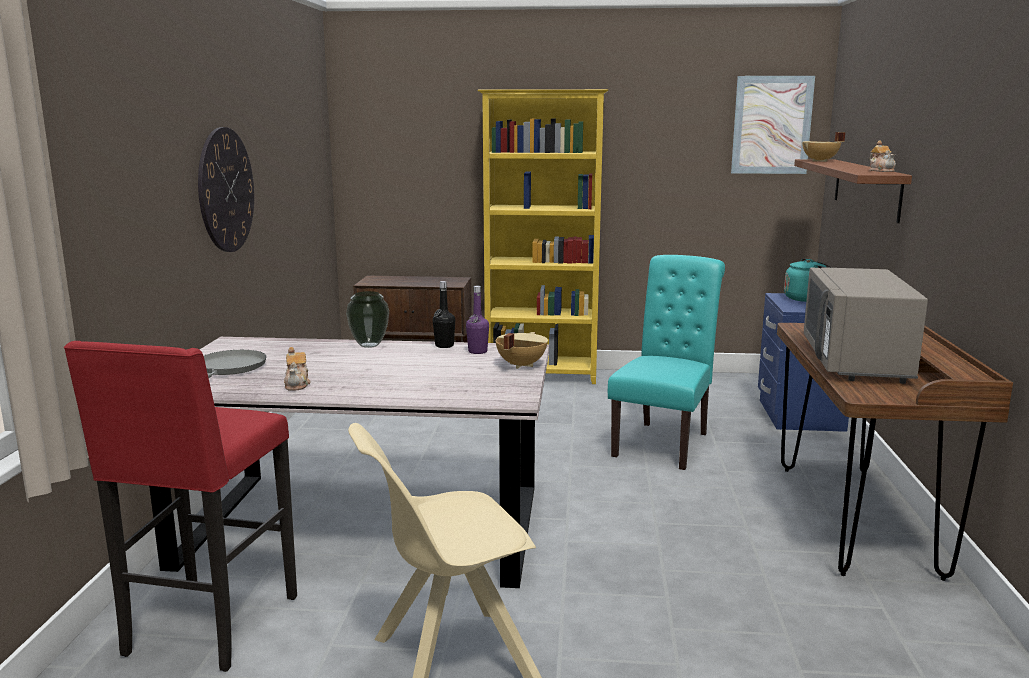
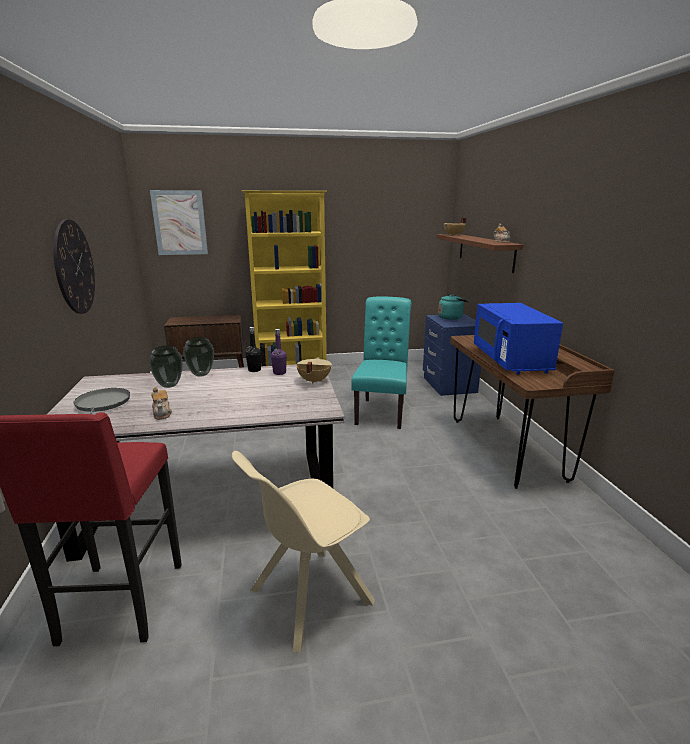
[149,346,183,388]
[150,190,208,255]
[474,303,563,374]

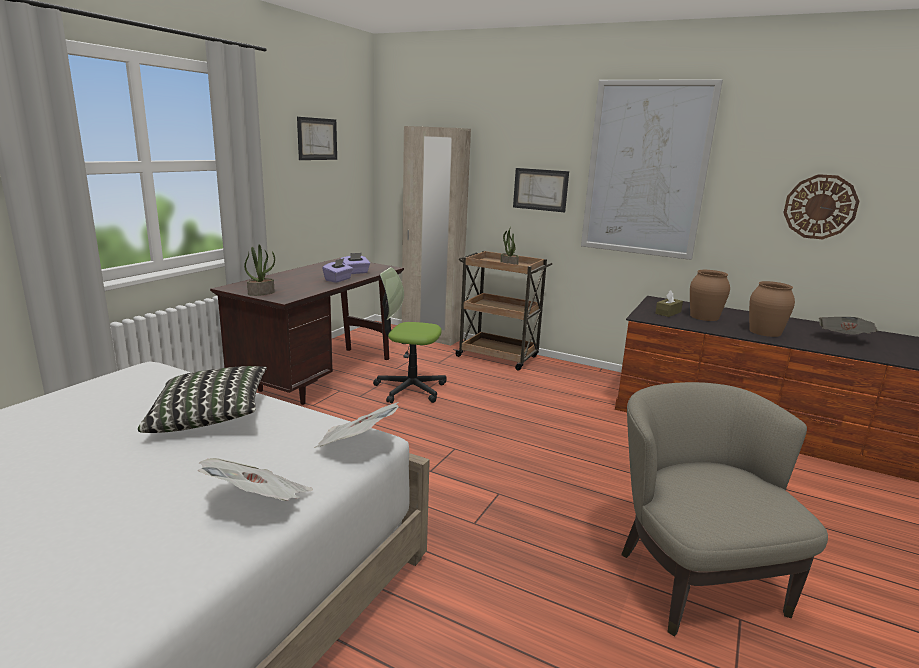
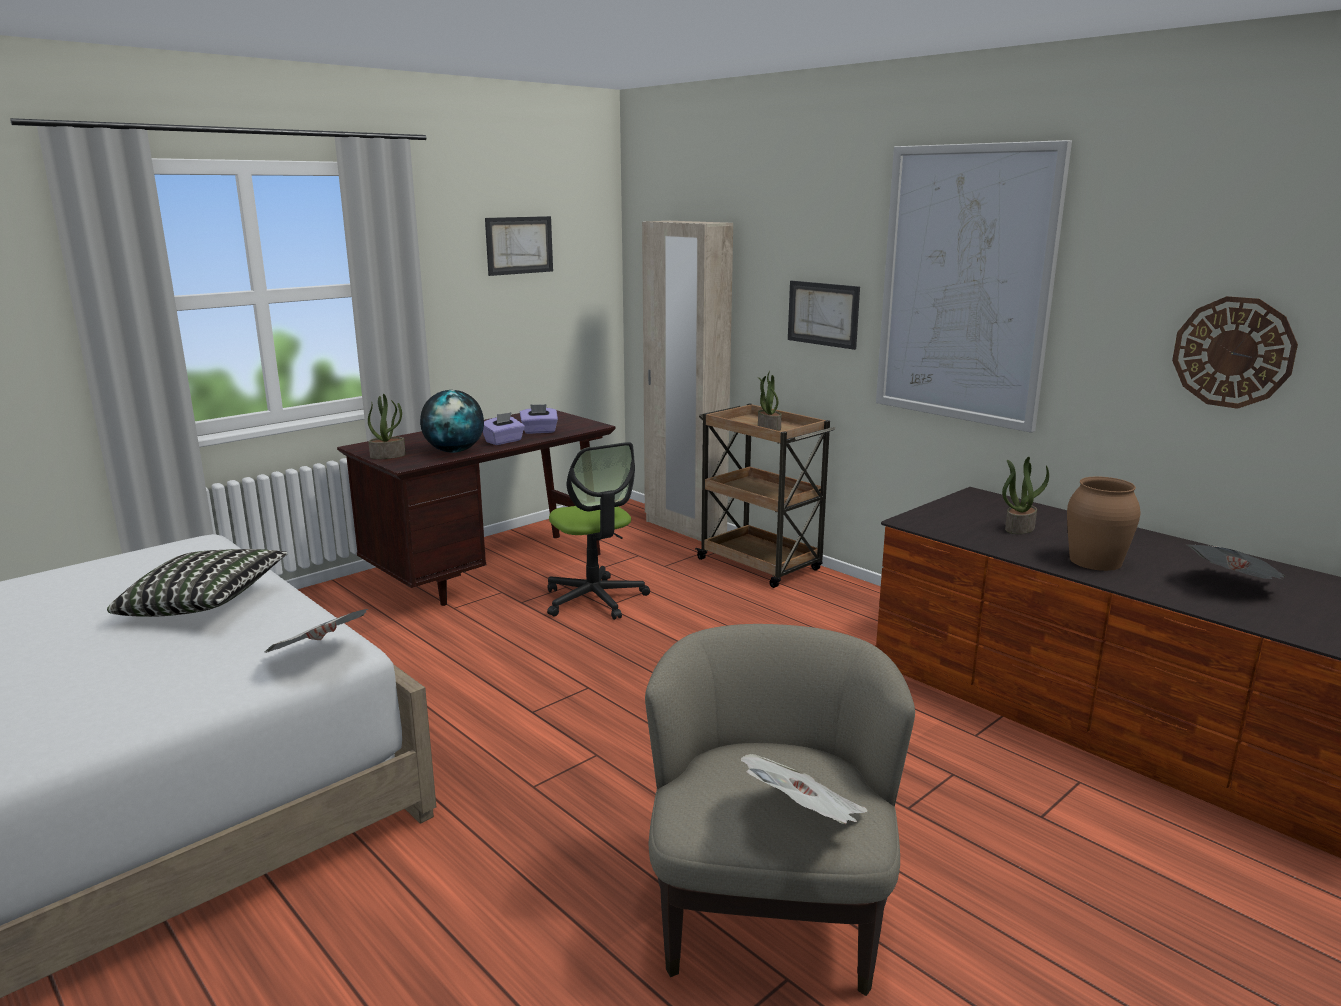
[655,290,683,317] (first image)
[420,390,484,453]
[741,754,868,824]
[1002,457,1049,534]
[547,442,650,620]

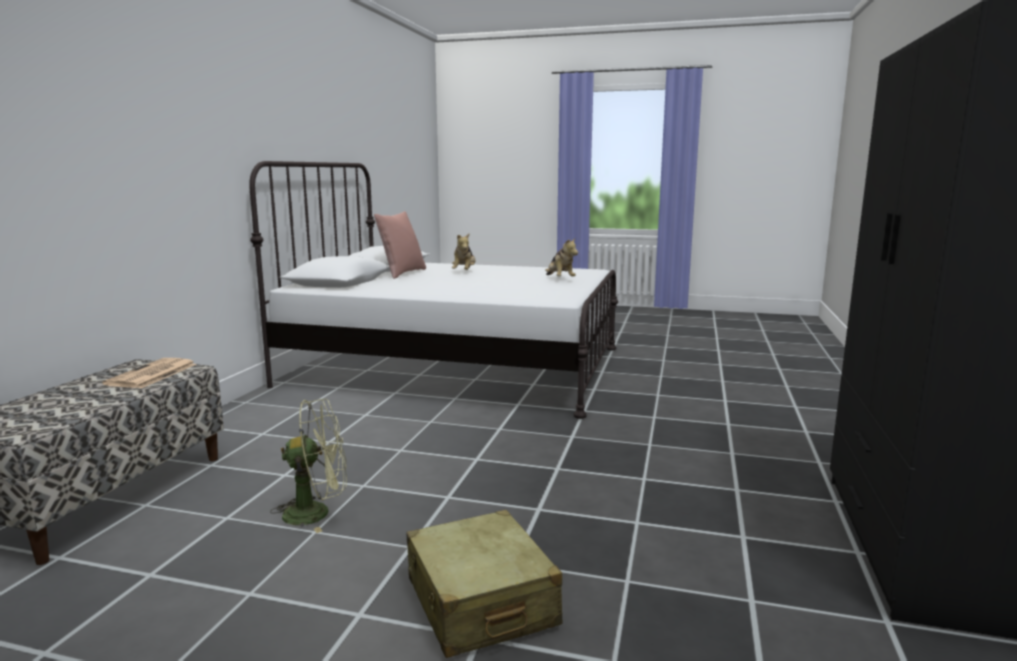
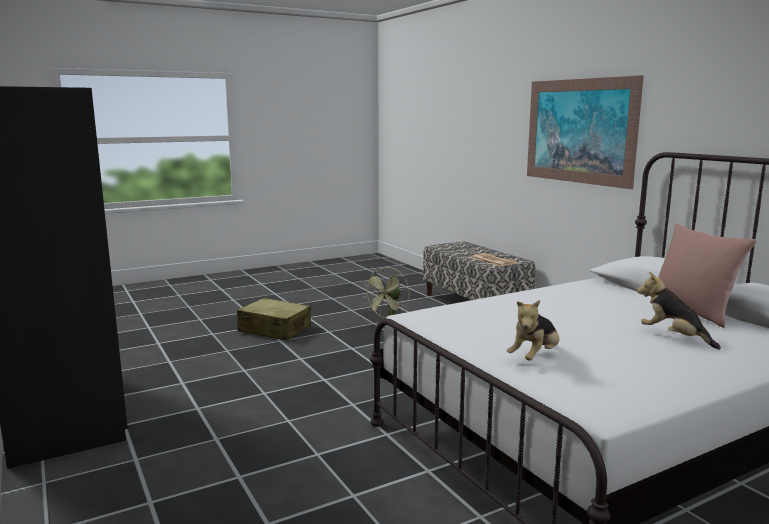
[527,75,644,189]
[507,300,559,361]

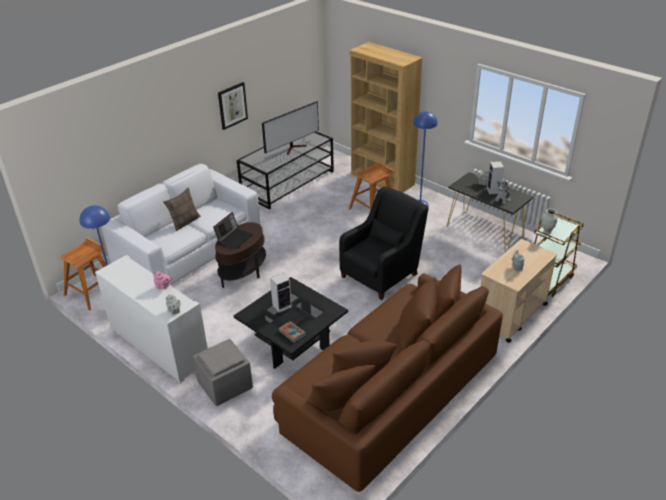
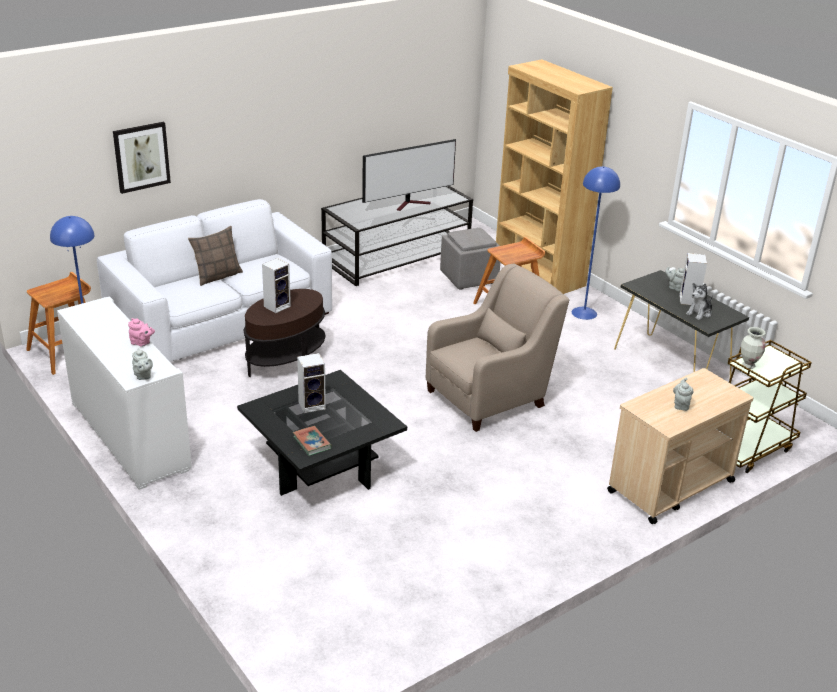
[272,264,503,492] (first image)
[440,228,500,290]
[113,122,171,194]
[262,258,291,313]
[426,264,569,432]

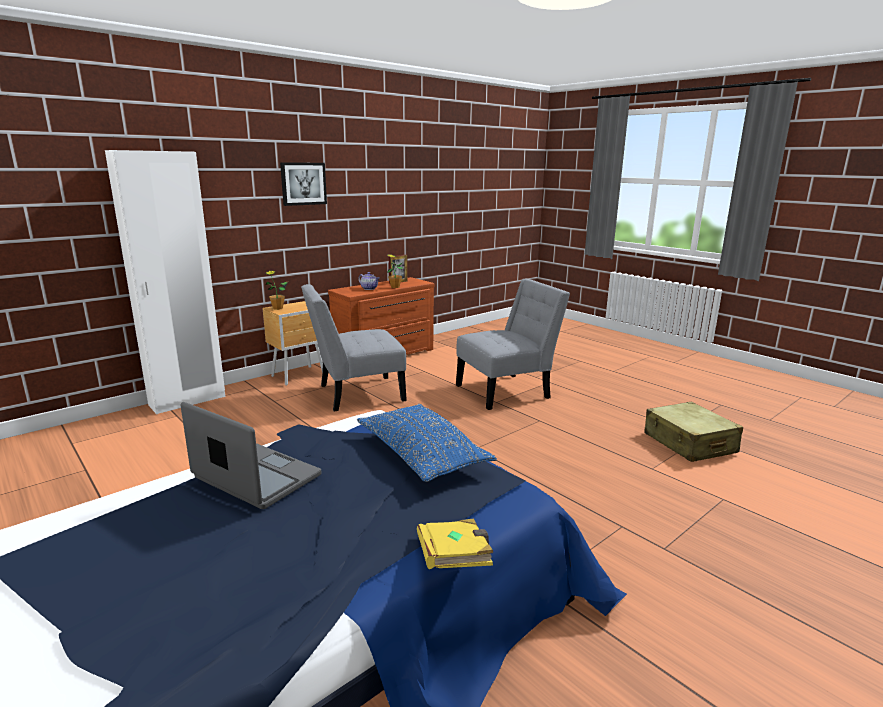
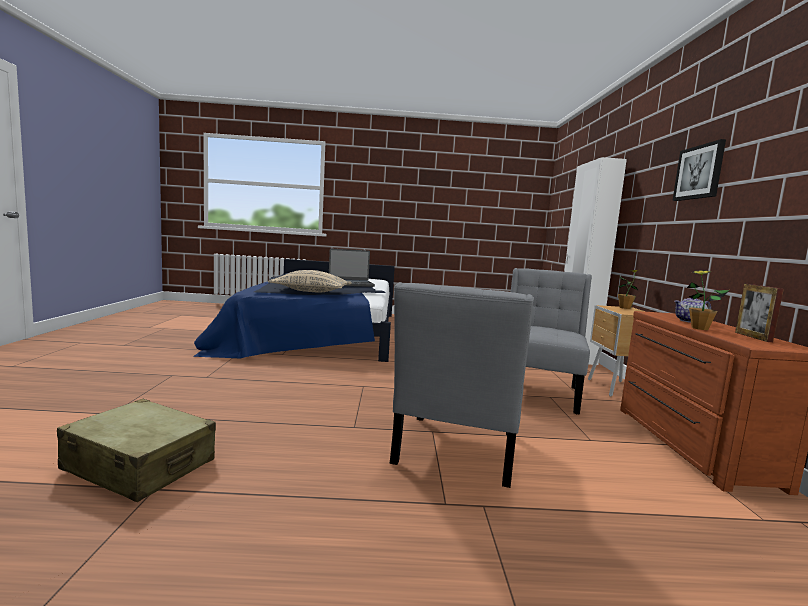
[417,519,493,569] (first image)
[268,270,352,293]

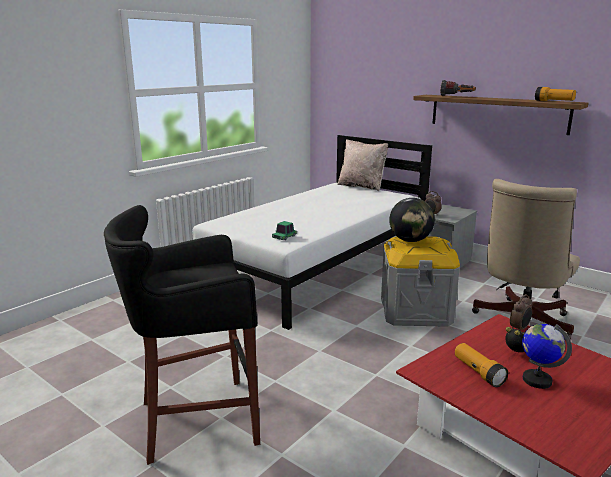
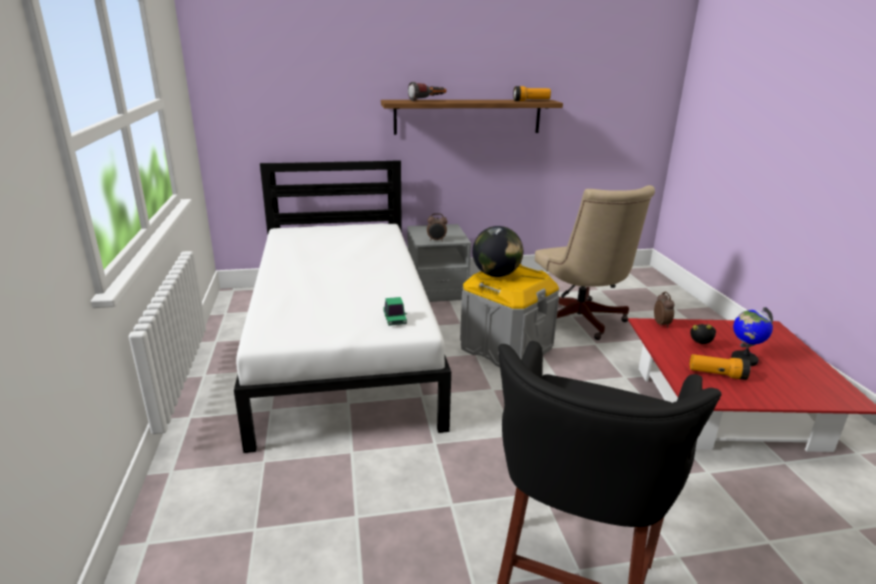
[338,139,388,191] (first image)

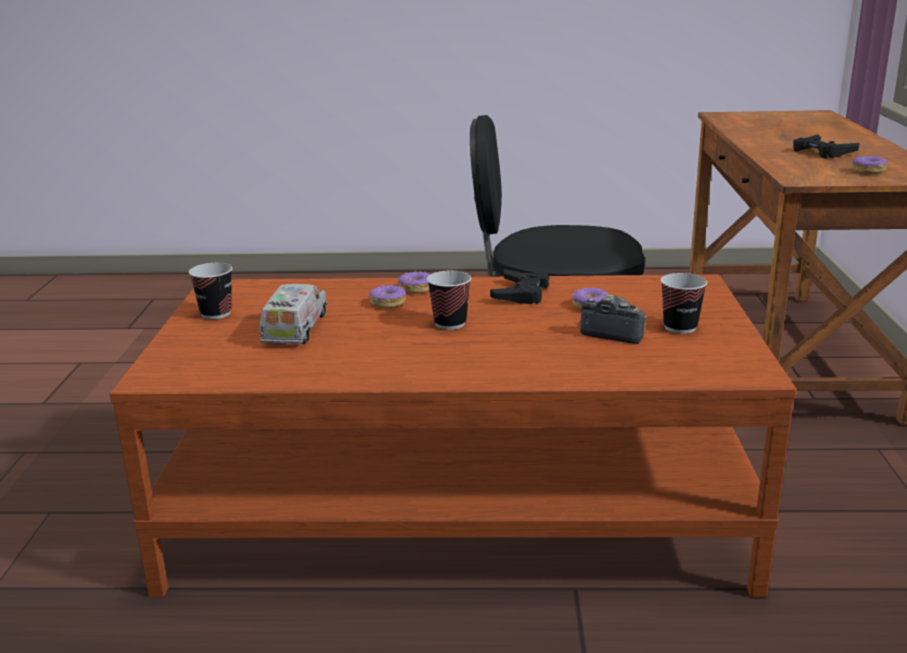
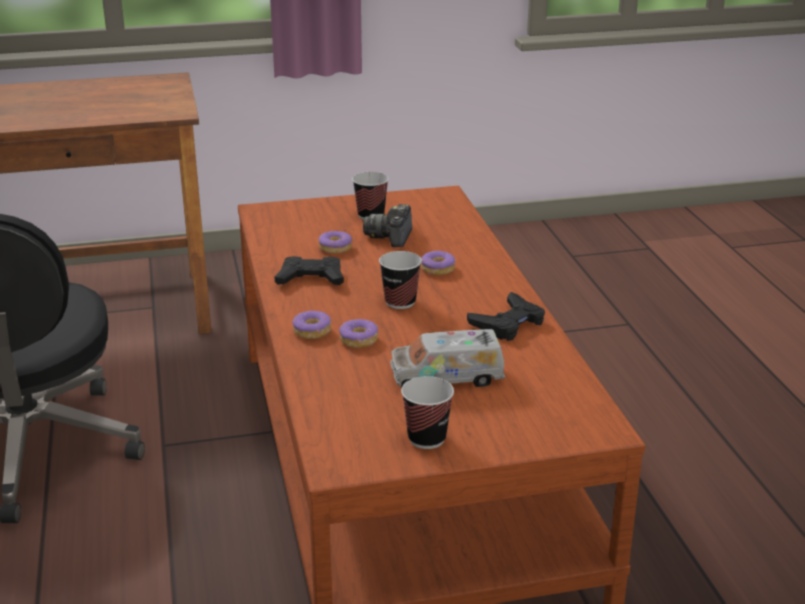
[467,292,545,341]
[421,251,455,275]

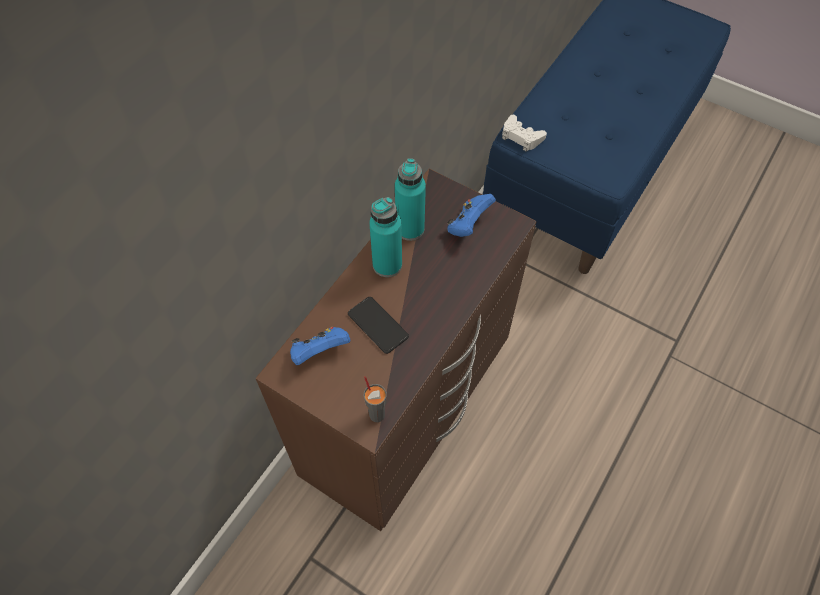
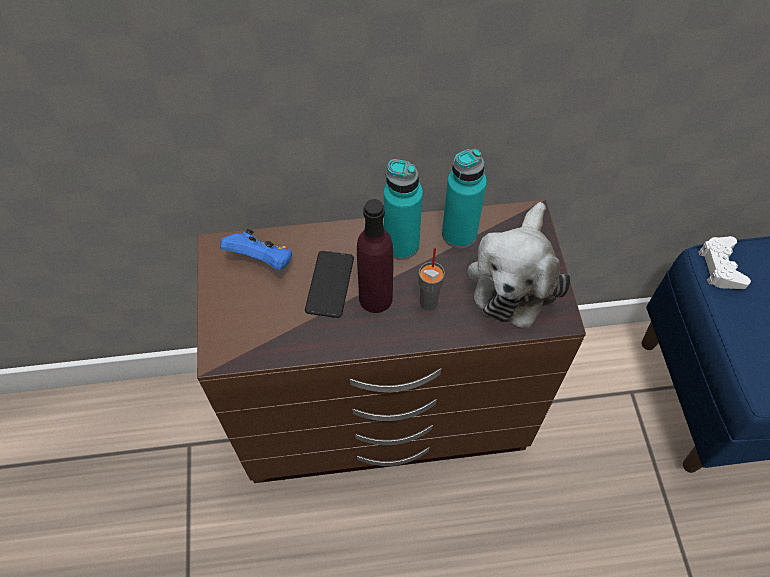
[357,199,394,313]
[419,248,445,311]
[467,202,571,329]

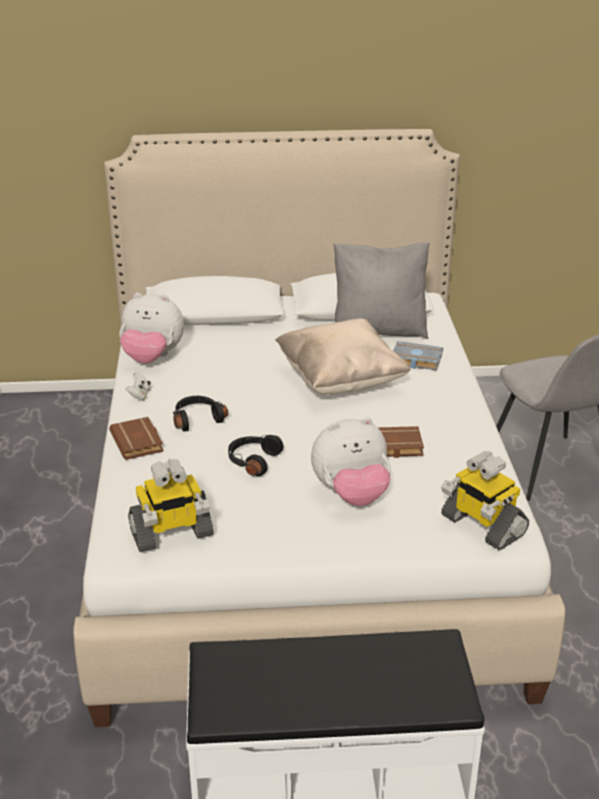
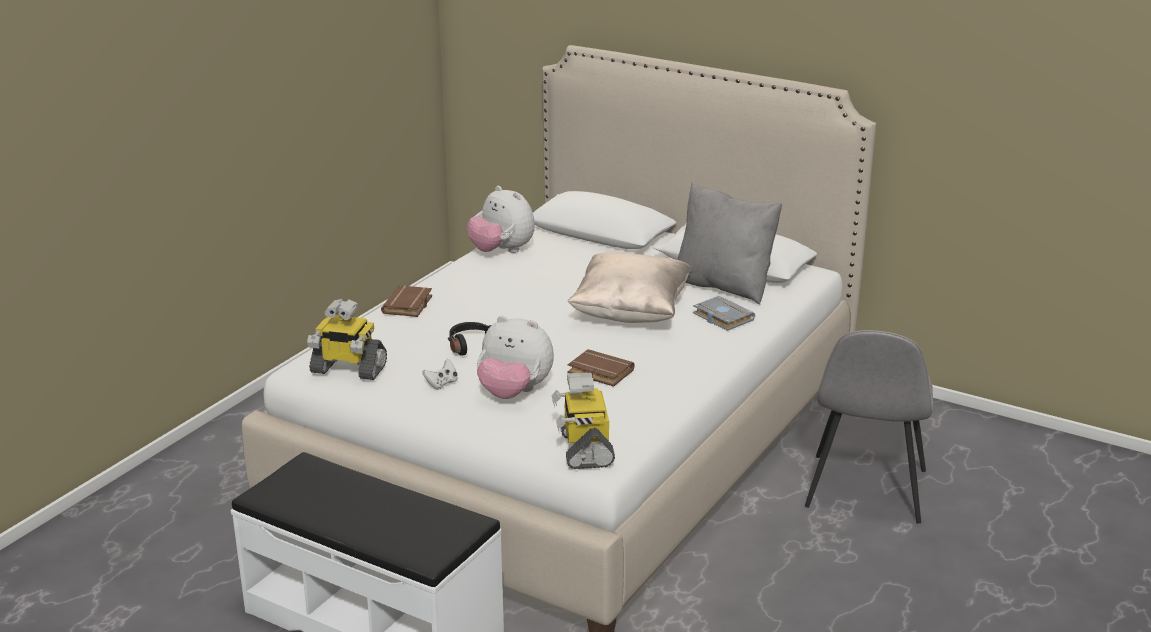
[173,396,228,431] (first image)
[422,358,458,390]

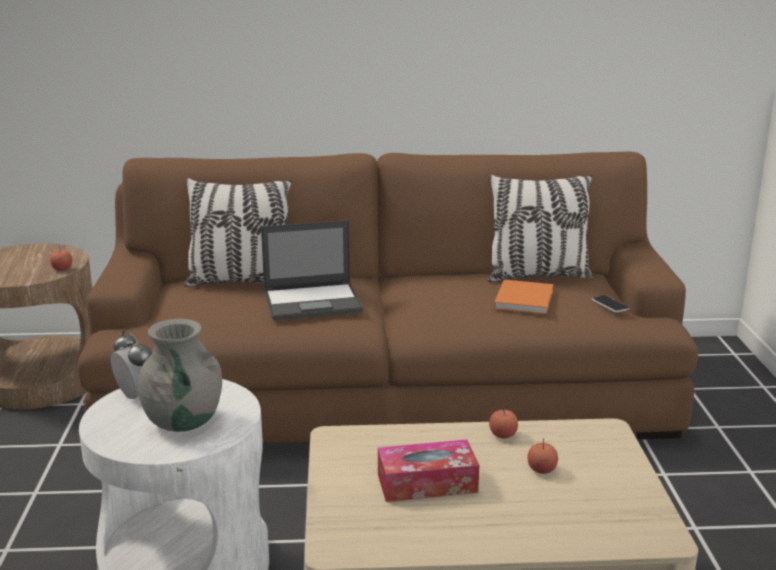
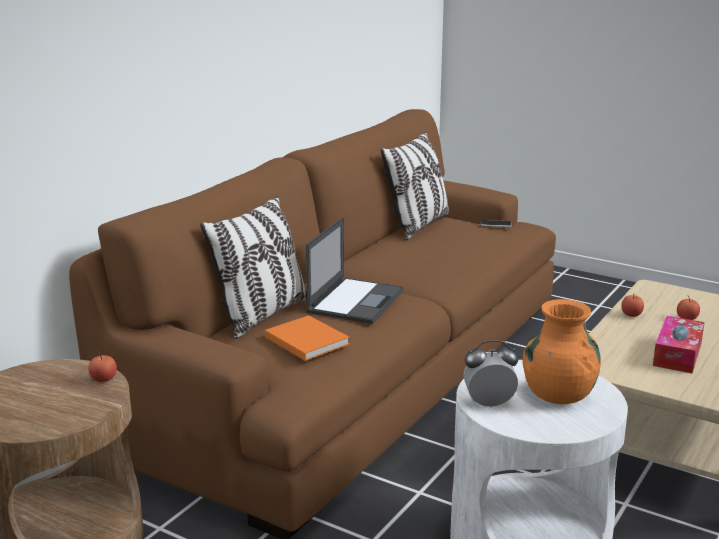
[265,315,350,361]
[522,299,601,404]

